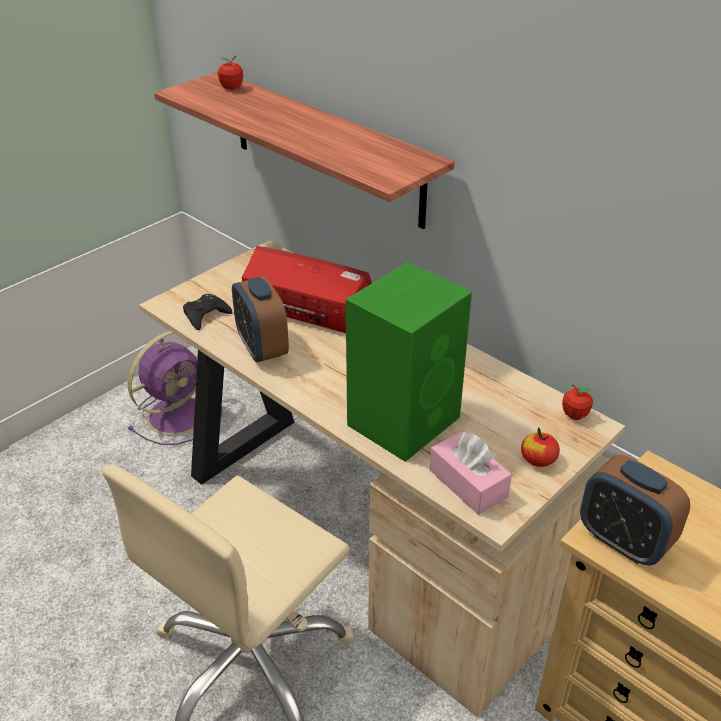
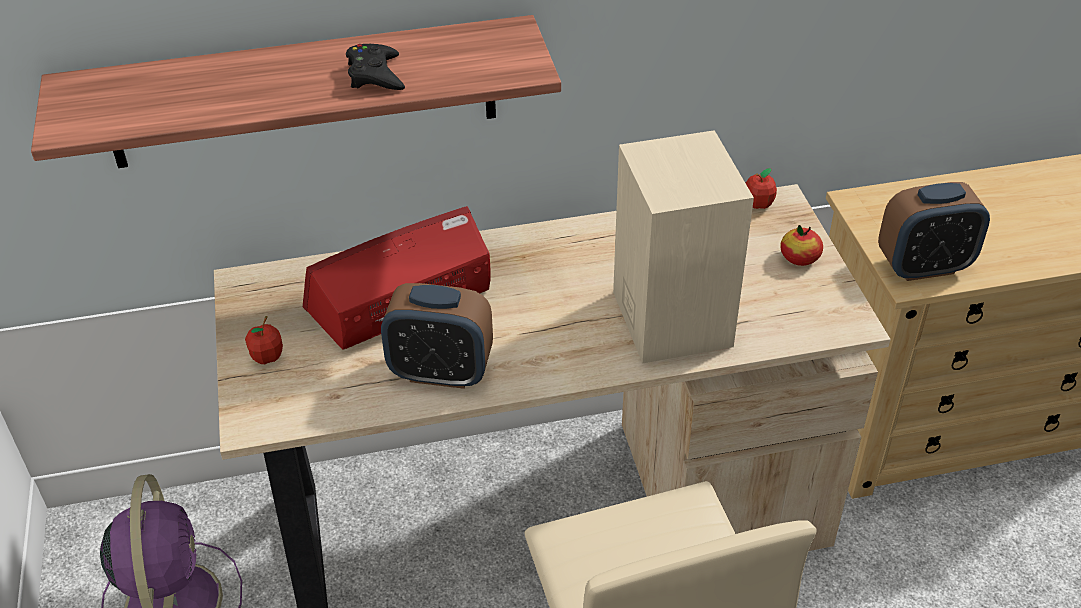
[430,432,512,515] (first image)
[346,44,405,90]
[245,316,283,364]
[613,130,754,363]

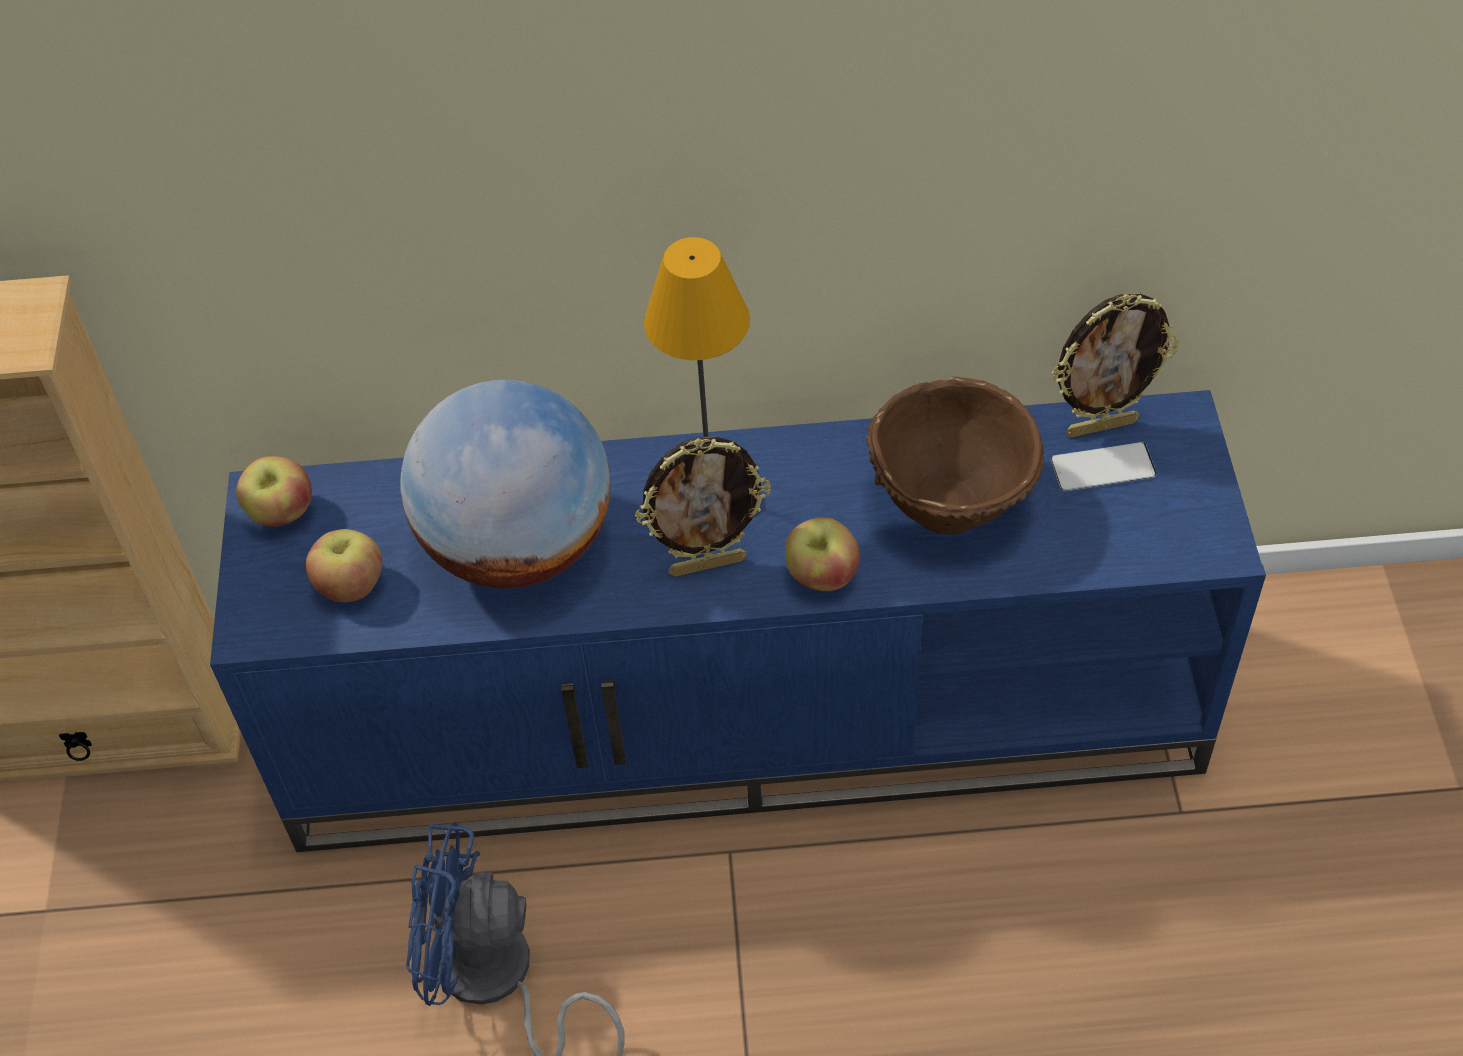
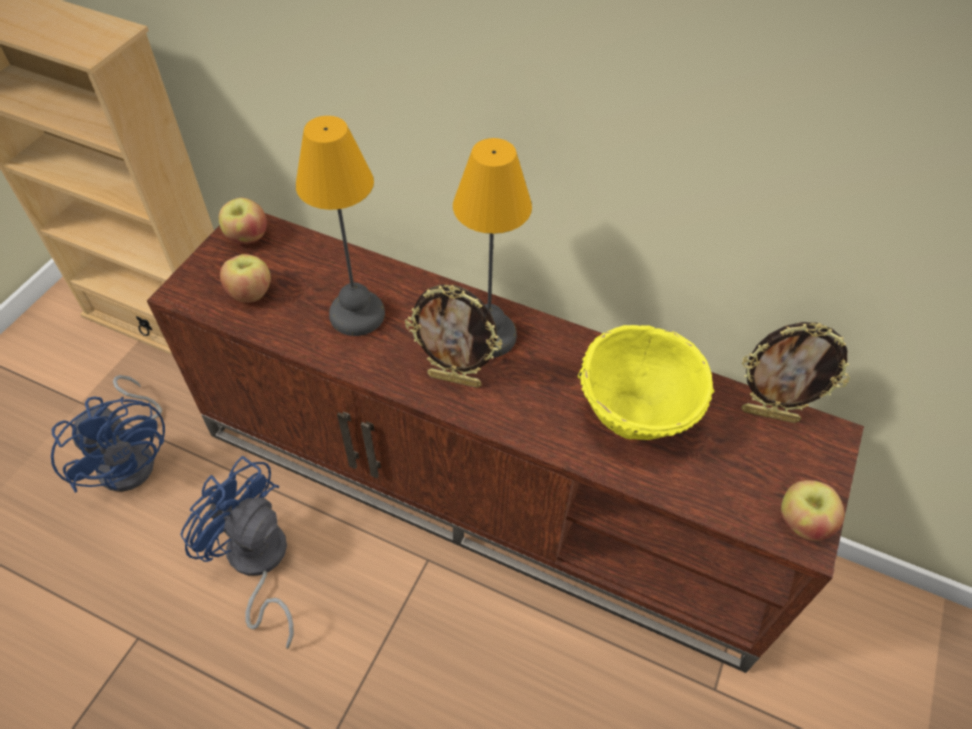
[1051,442,1157,492] (first image)
[51,375,165,493]
[781,480,844,541]
[296,116,385,336]
[147,213,864,673]
[578,325,715,440]

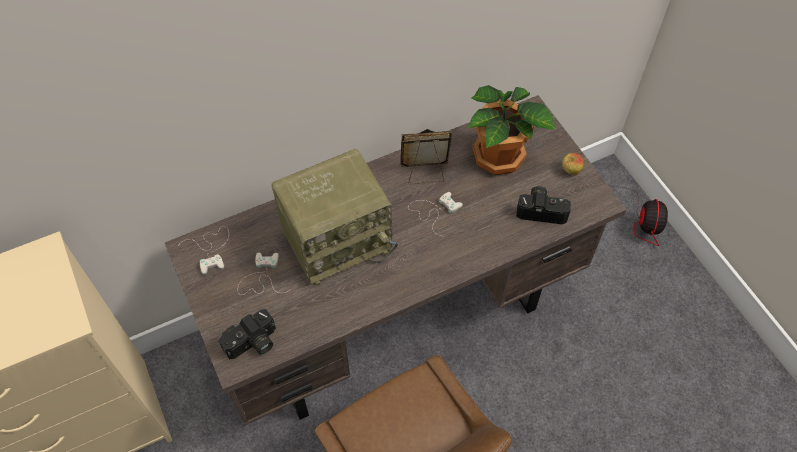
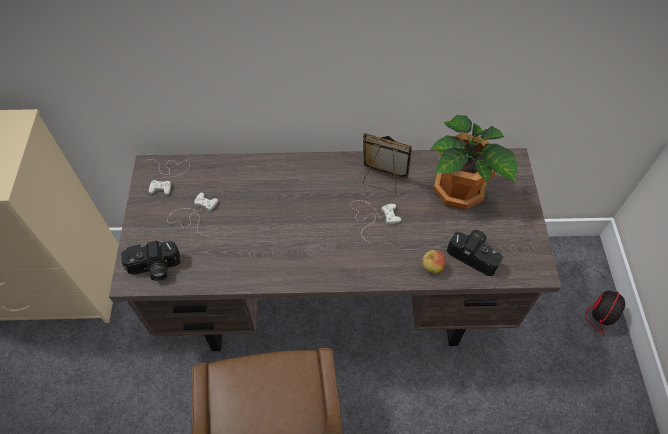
[271,149,398,286] (first image)
[422,250,445,274]

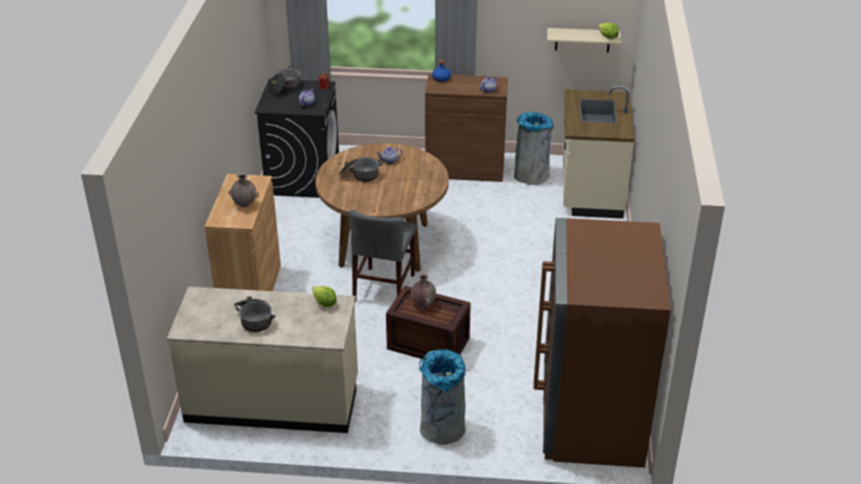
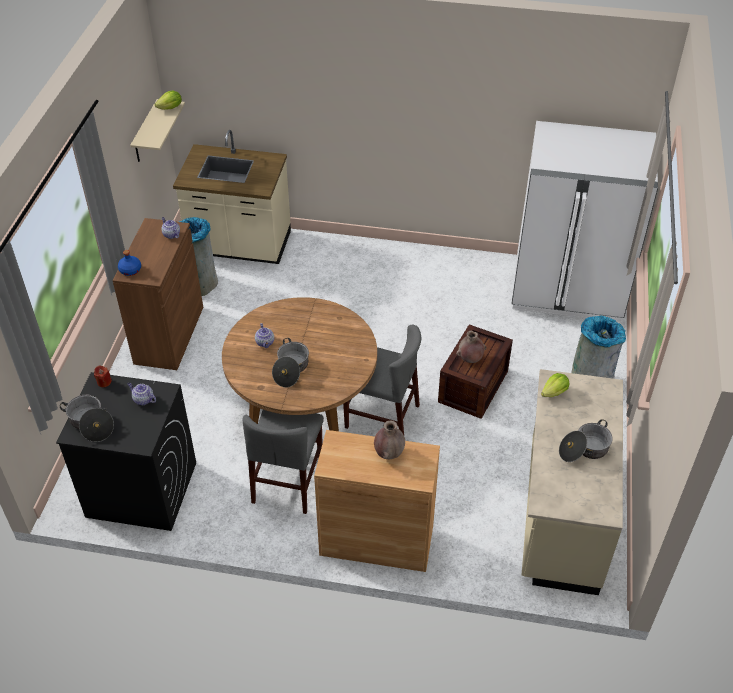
[243,410,324,514]
[511,121,658,322]

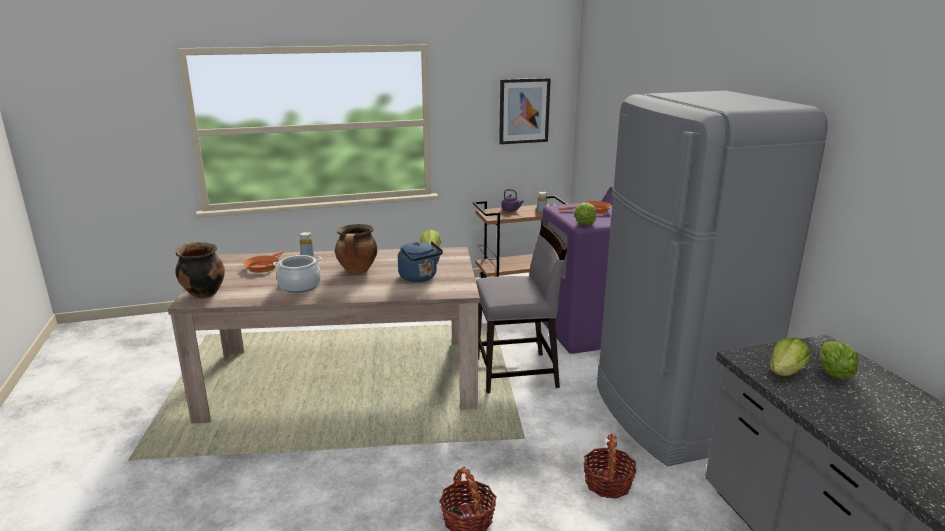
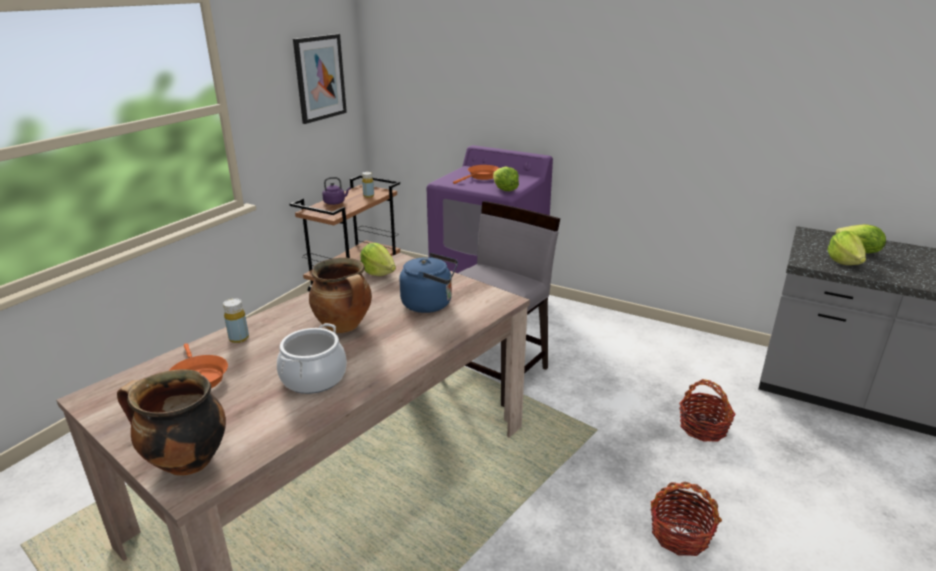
[597,91,828,466] (first image)

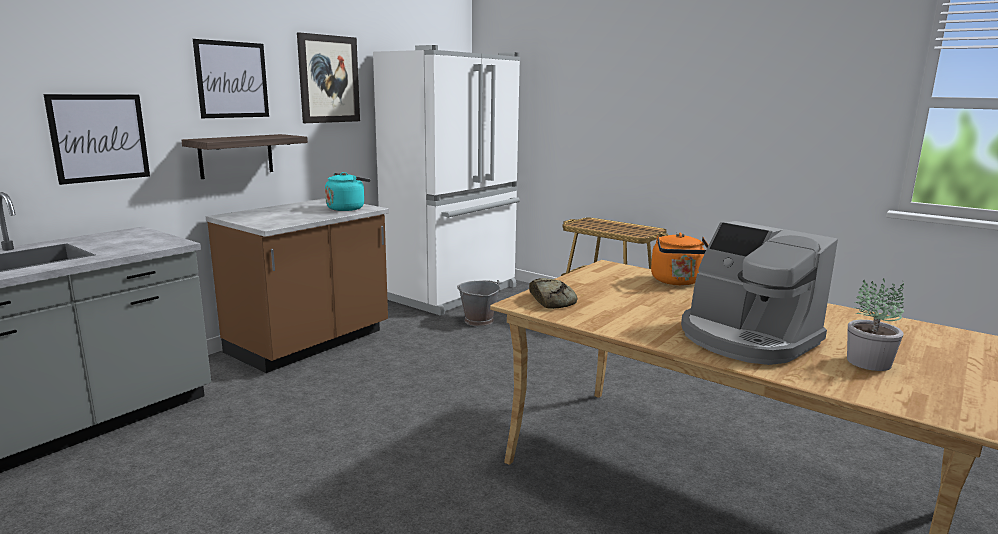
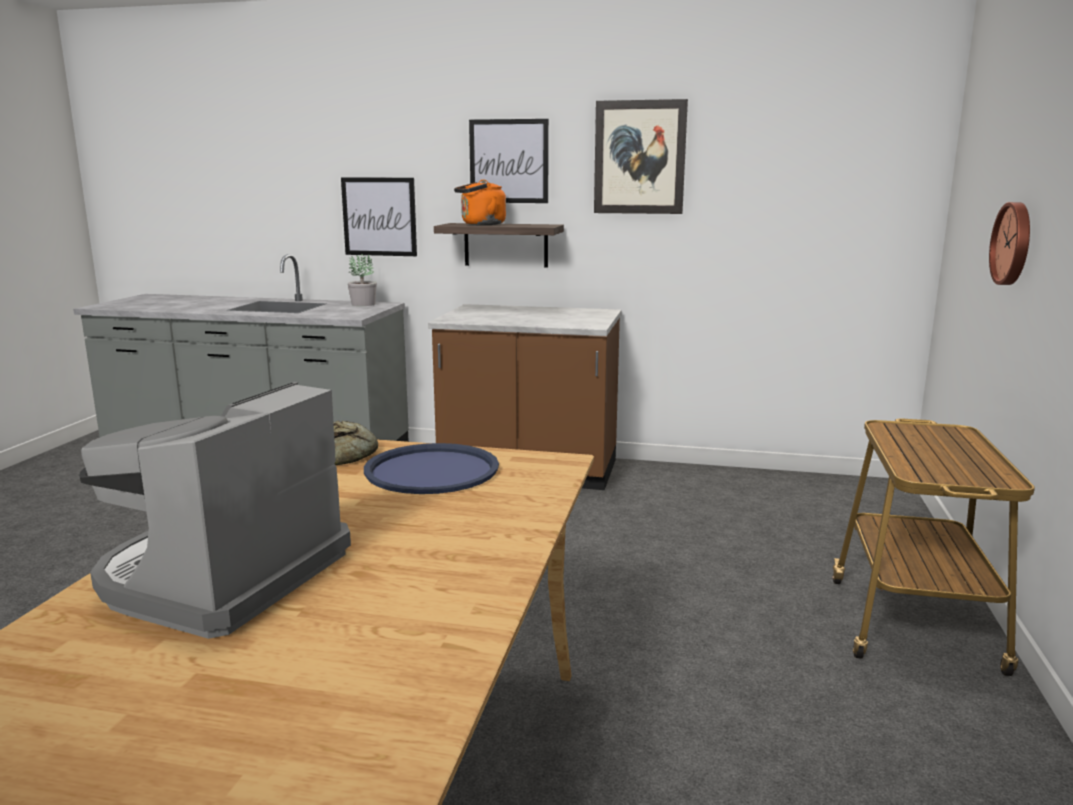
[325,172,371,211] (first image)
[373,45,520,316] (first image)
[457,280,500,326] (first image)
[364,443,499,494]
[989,202,1030,285]
[454,180,506,225]
[348,254,377,306]

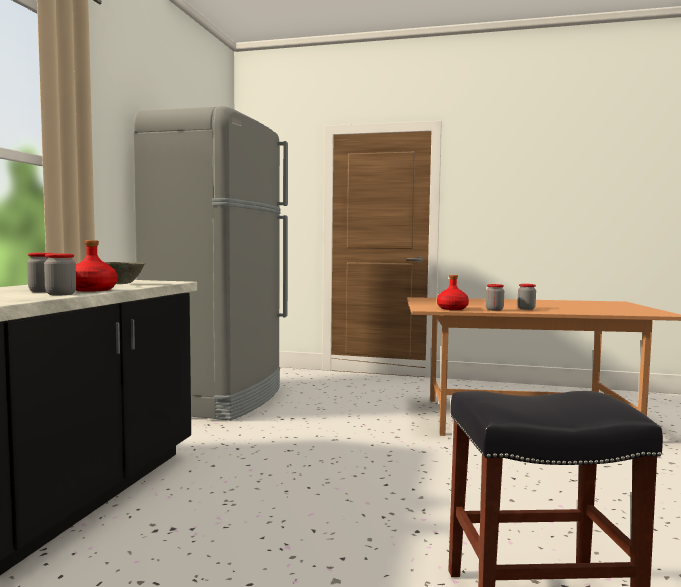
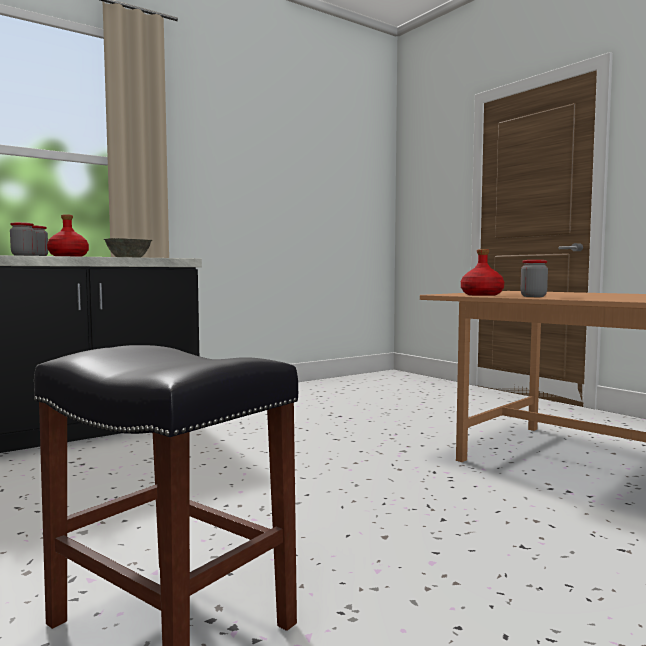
[134,106,288,421] (first image)
[517,284,536,310] (first image)

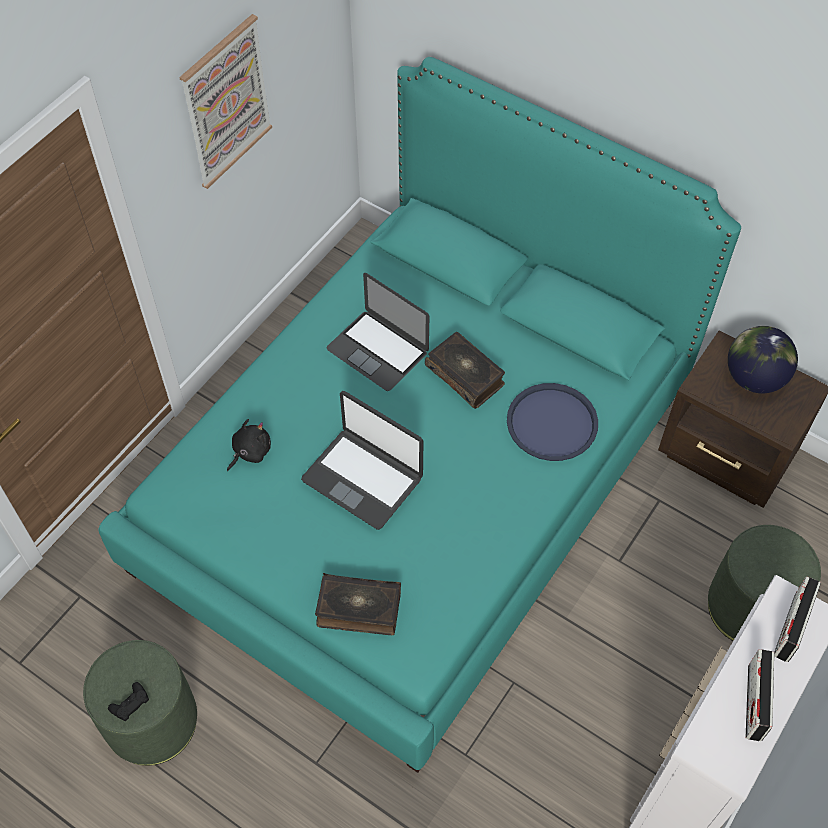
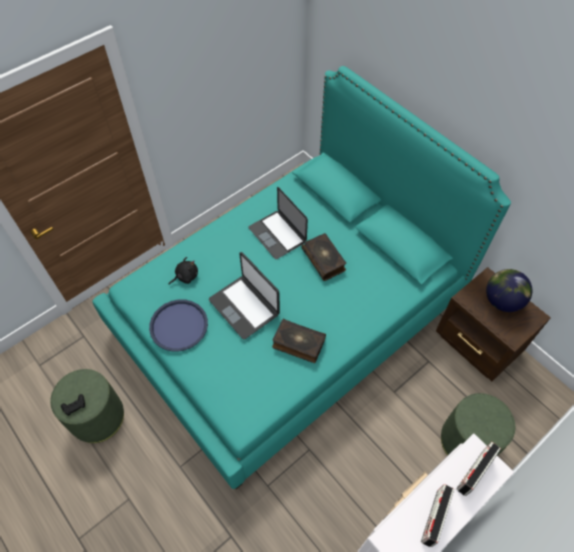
[179,14,272,189] (first image)
[272,318,326,363]
[149,299,208,351]

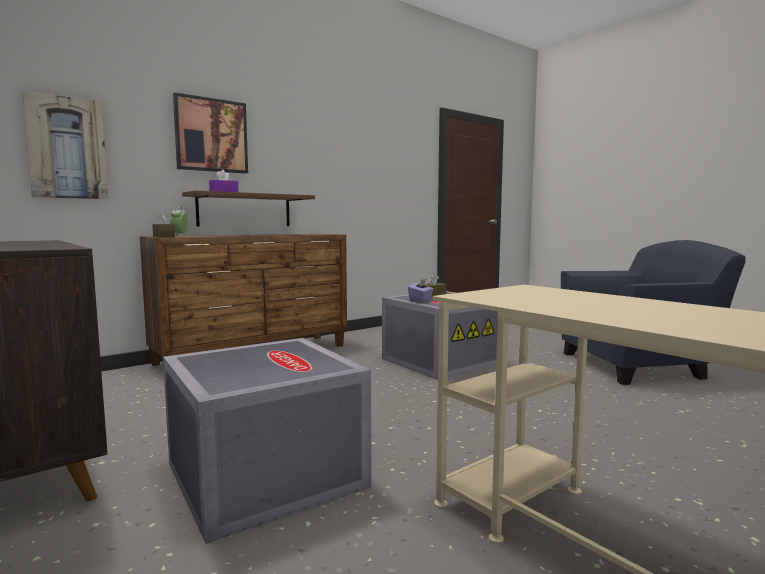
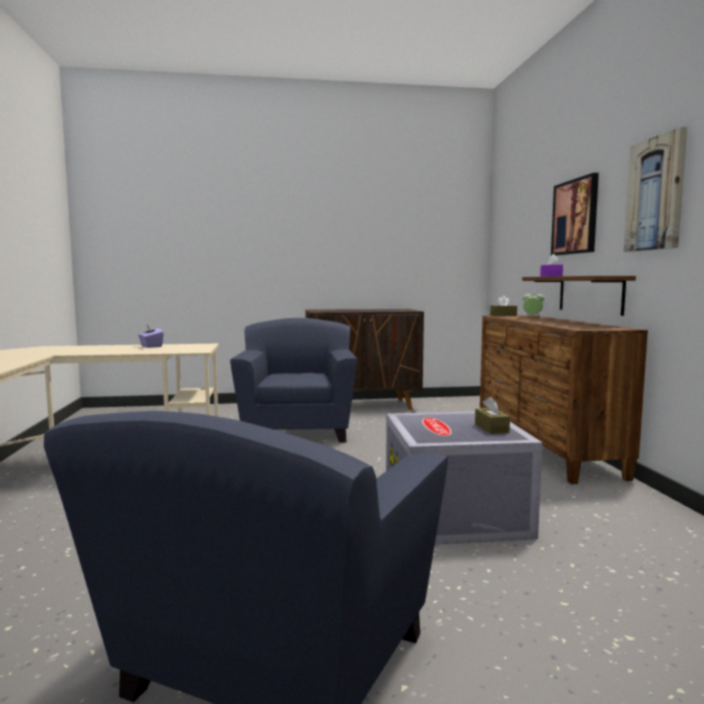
[624,127,687,252]
[138,324,164,348]
[230,318,357,443]

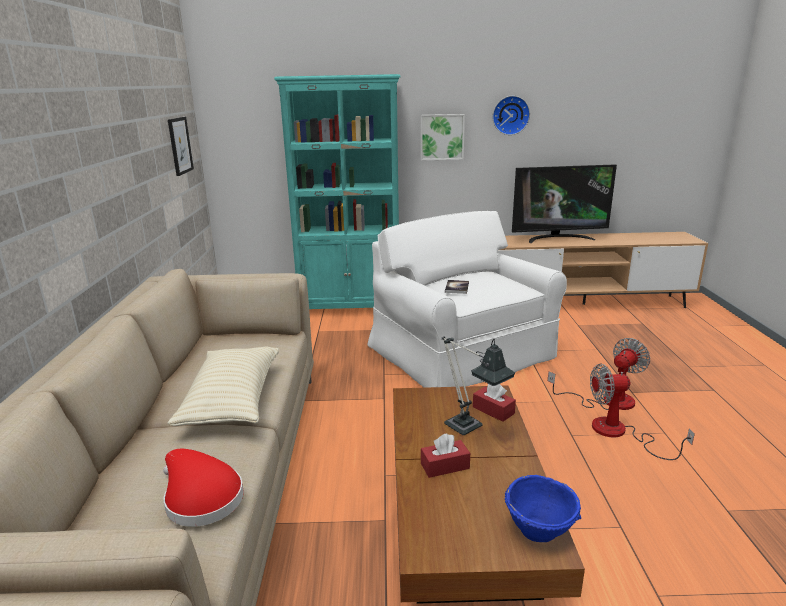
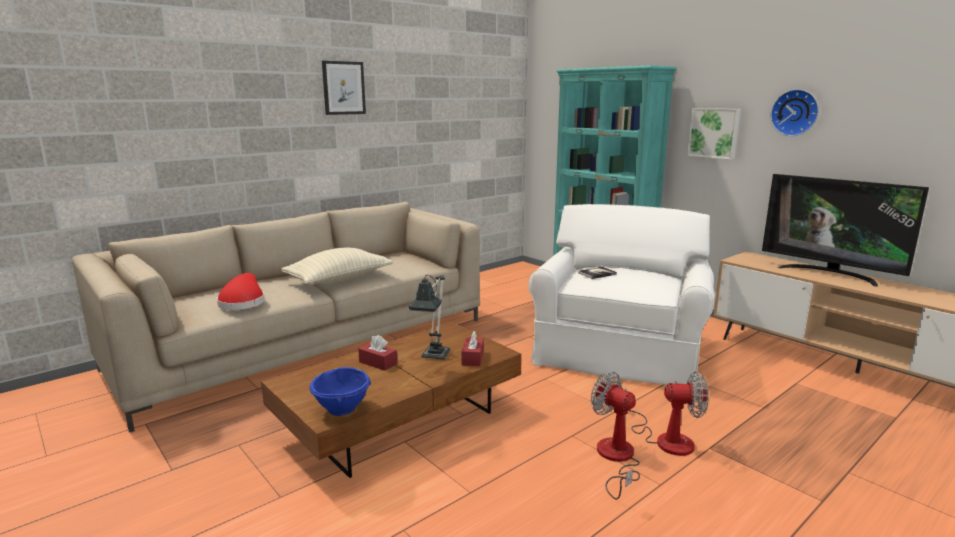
[322,61,366,115]

